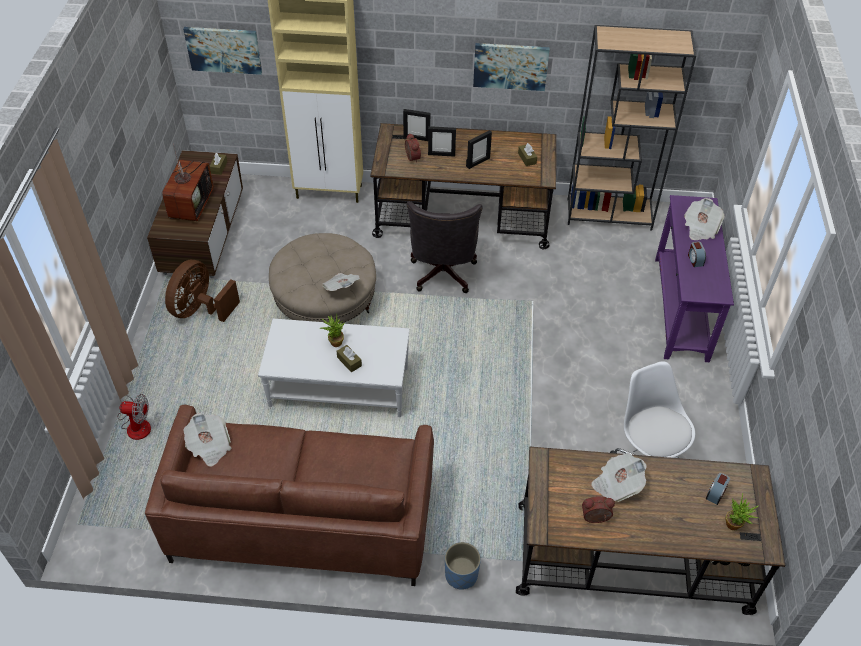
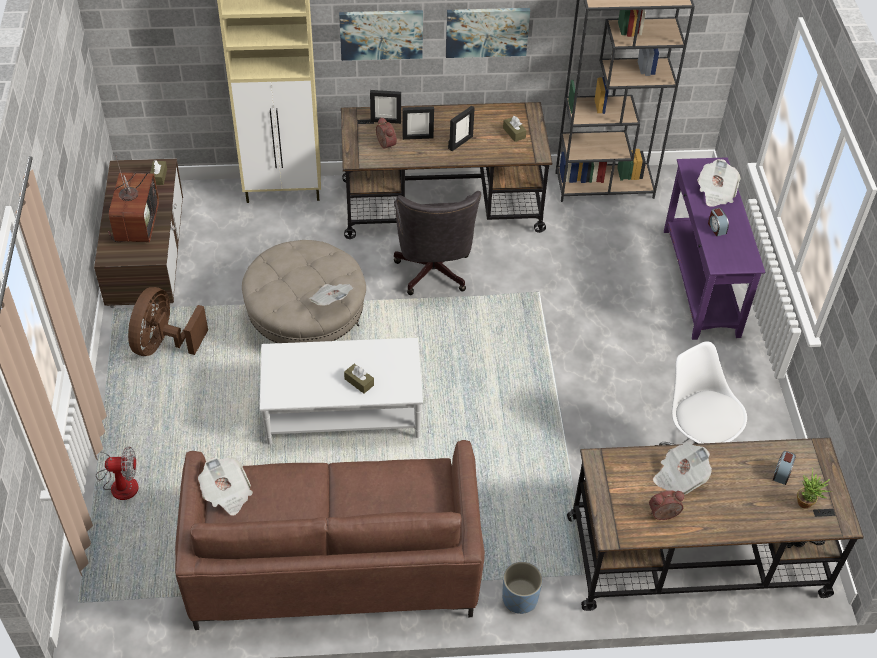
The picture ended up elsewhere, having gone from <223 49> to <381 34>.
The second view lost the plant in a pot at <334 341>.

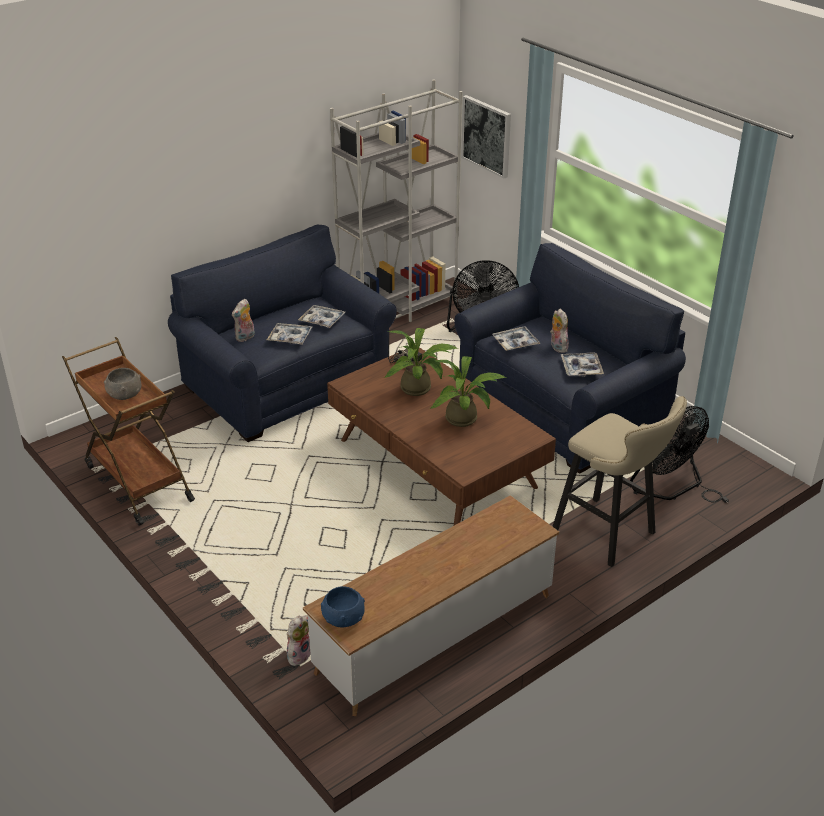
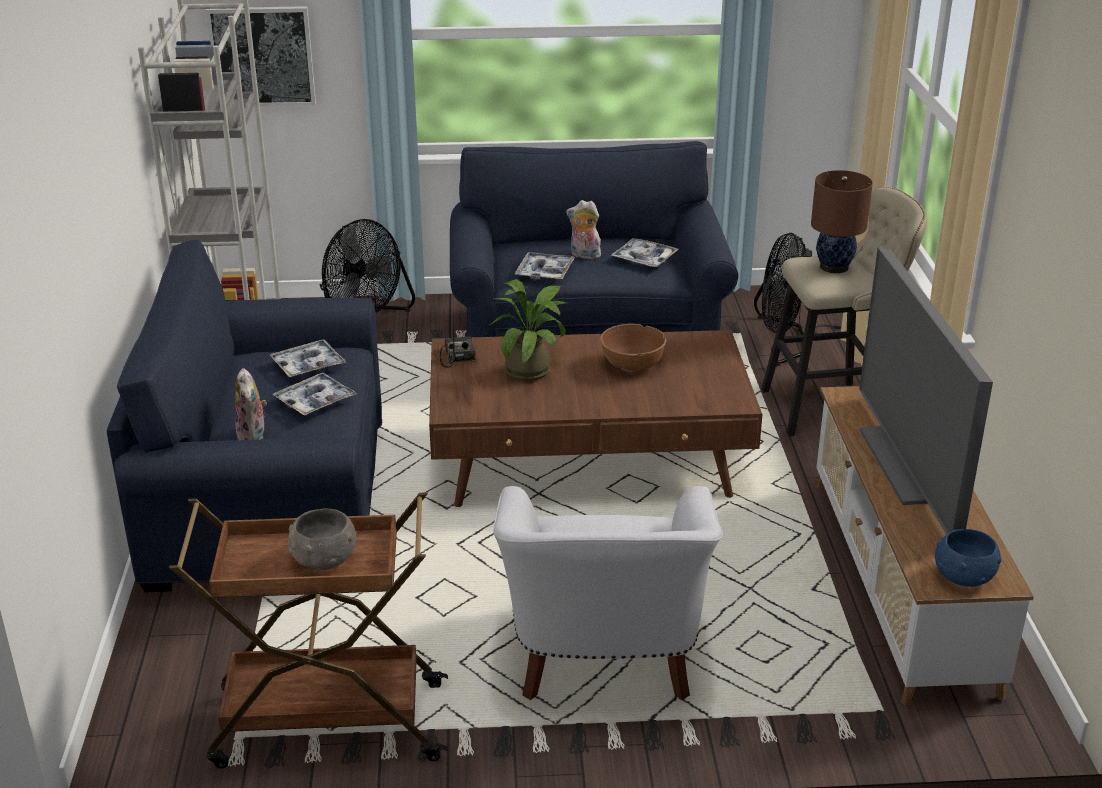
The second view lost the plush toy at <298 655>.
Where the plant in a pot stood at <465 419>, the bowl (brownish) came to stand at <632 365>.
The second view gained the armchair (white) at <603 657>.
The second view gained the lamp for a table (brownish) at <833 267>.
The second view gained the TV at <913 465>.

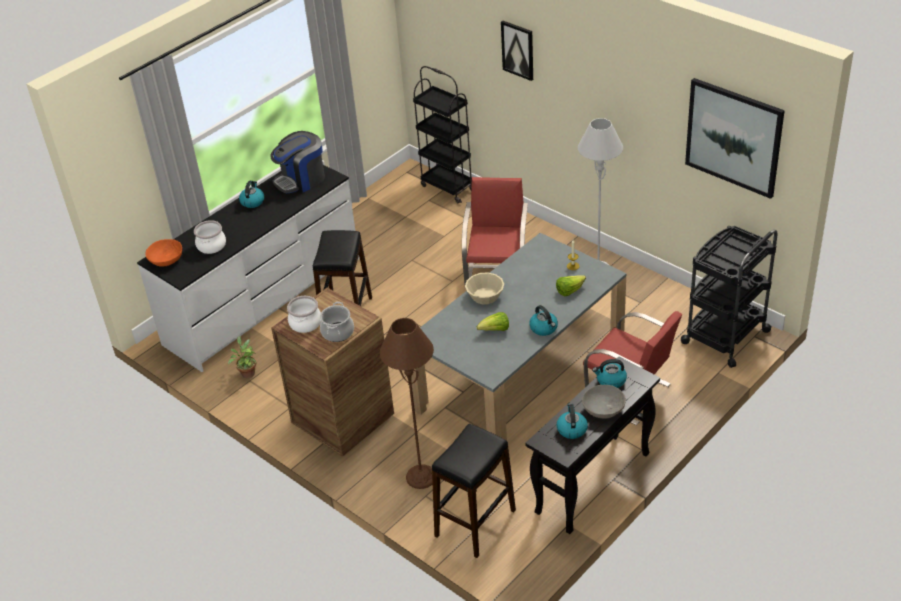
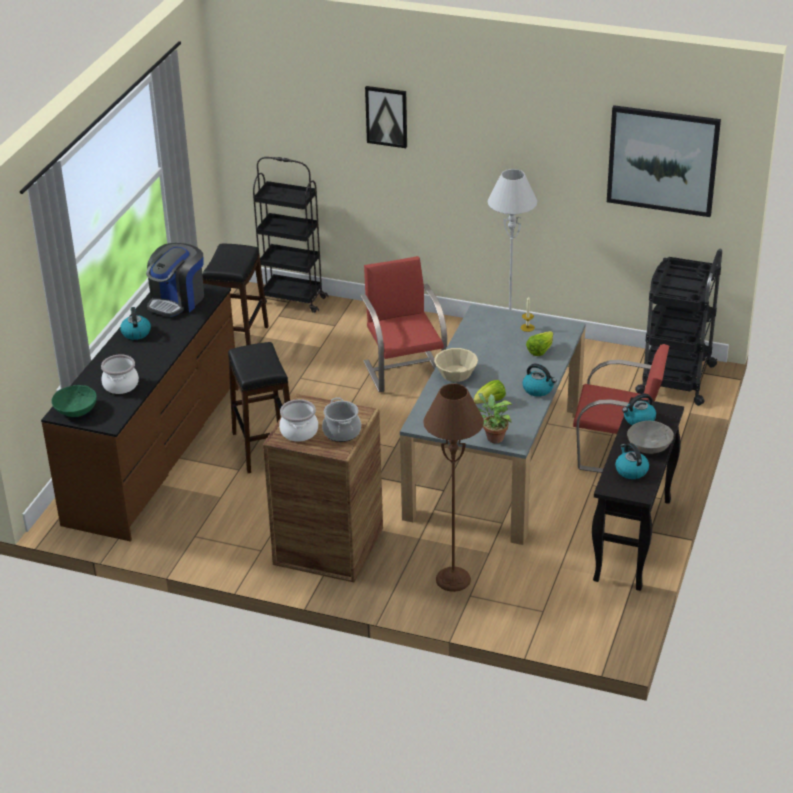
What was the chest of drawers (white) at <264 300> turned into the chest of drawers (brownish) at <154 454>.
What was the bowl (orangey) at <166 259> turned into the bowl (green) at <75 409>.
The plant in a pot ended up elsewhere, having gone from <247 373> to <493 438>.
The sitting stool (black) ended up elsewhere, having gone from <475 523> to <238 342>.

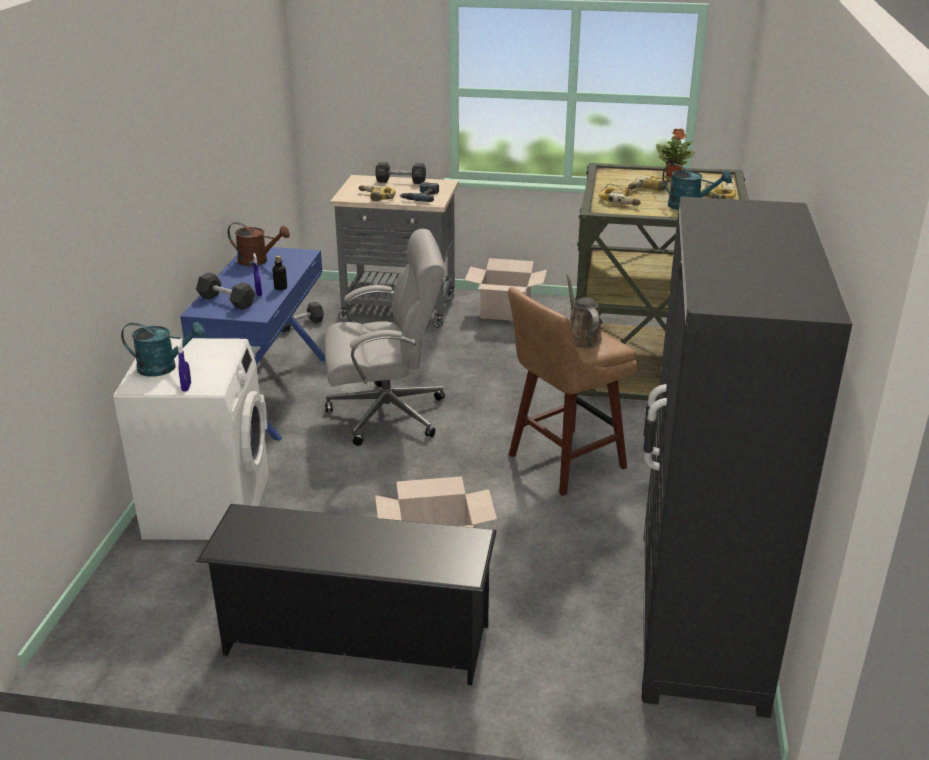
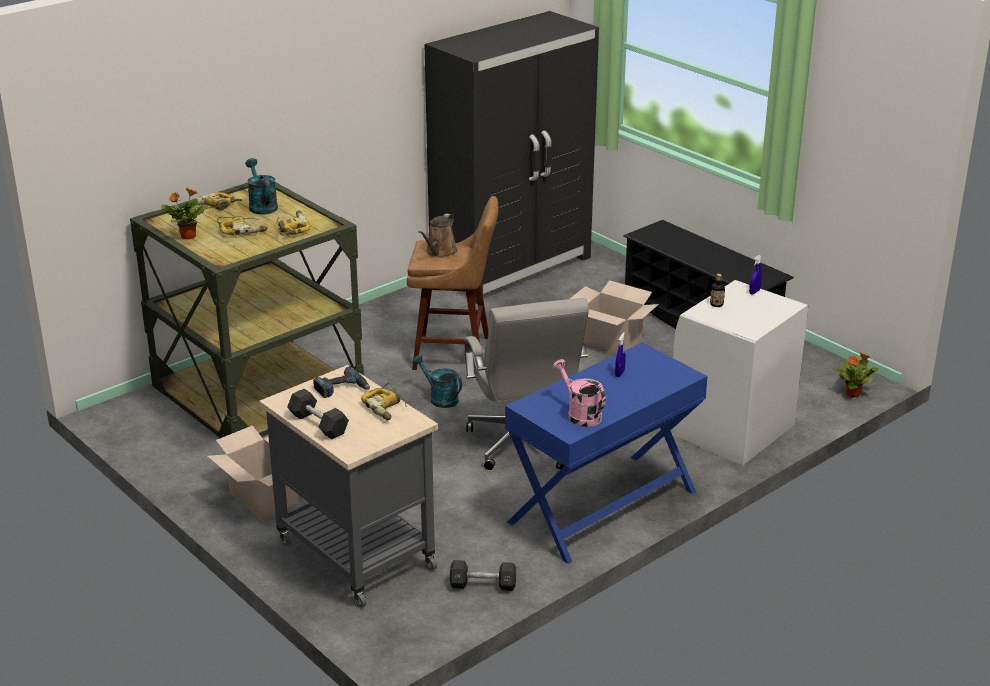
The watering can (turquoise-coloured) ended up elsewhere, having gone from <164 367> to <439 398>.
The second view lost the hand weight (black) at <226 301>.
What was the watering can (brownish) at <258 261> turned into the watering can (pink) at <580 414>.
The beverage bottle ended up elsewhere, having gone from <280 288> to <716 304>.
The desk chair (gray) at <386 414> ended up facing another way, 135 degrees counterclockwise from before.
The second view gained the plant in a pot at <853 394>.

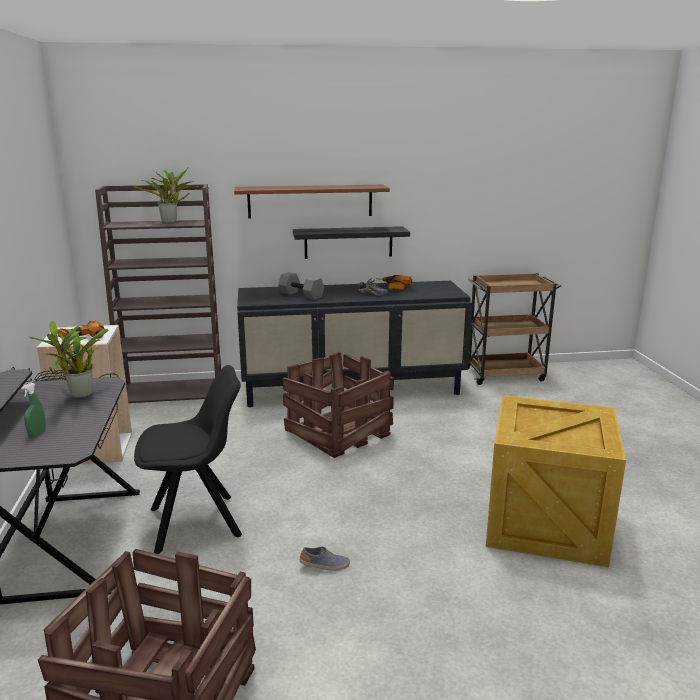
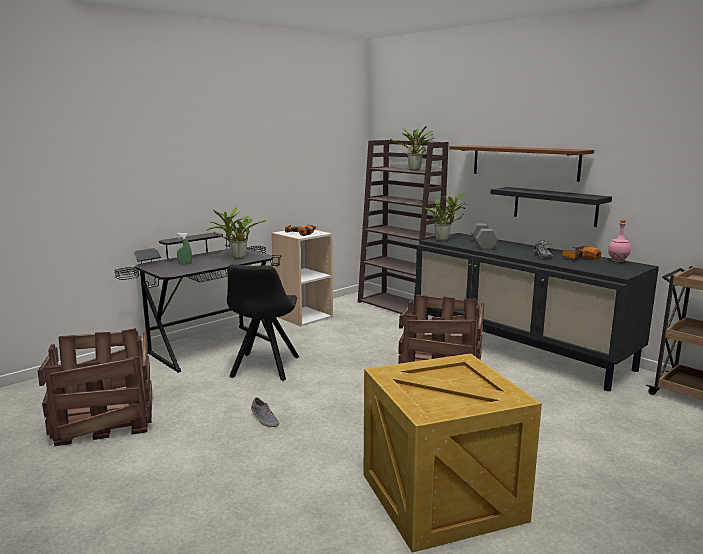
The chair (black) at <196 523> ended up facing another way, 60 degrees clockwise from before.
The second view gained the plant in a pot at <444 240>.
The second view gained the beverage bottle (pink) at <617 261>.

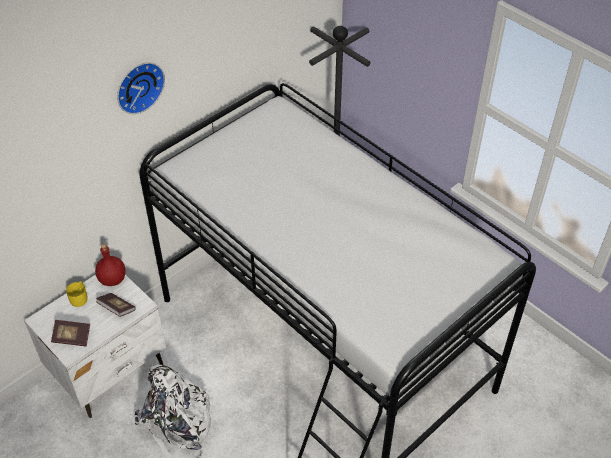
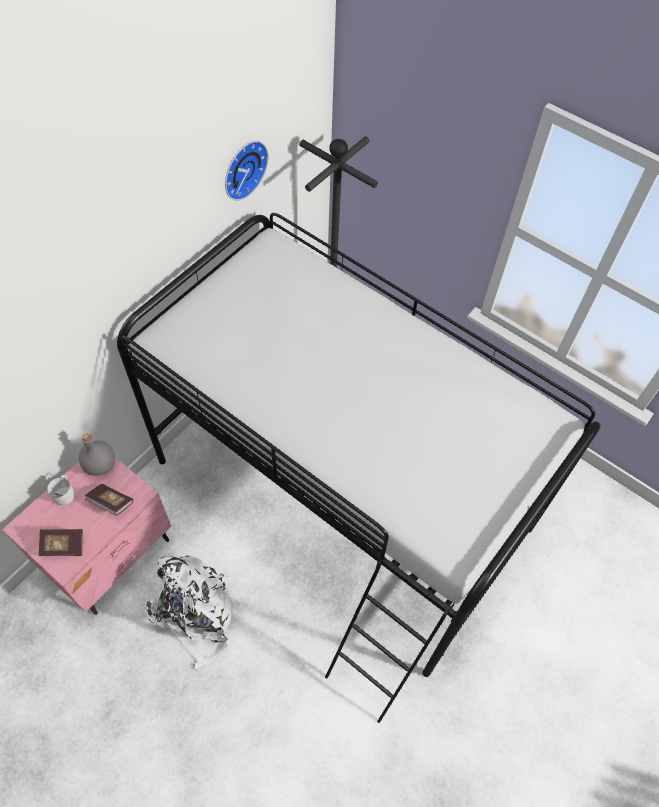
What was the bedside table (white) at <110 371> turned into the bedside table (pink) at <110 555>.
What was the mug (yellowish) at <80 298> turned into the mug (white) at <65 493>.
What was the beverage bottle (red) at <112 279> turned into the beverage bottle (gray) at <100 465>.
The wall clock ended up elsewhere, having gone from <138 86> to <243 168>.

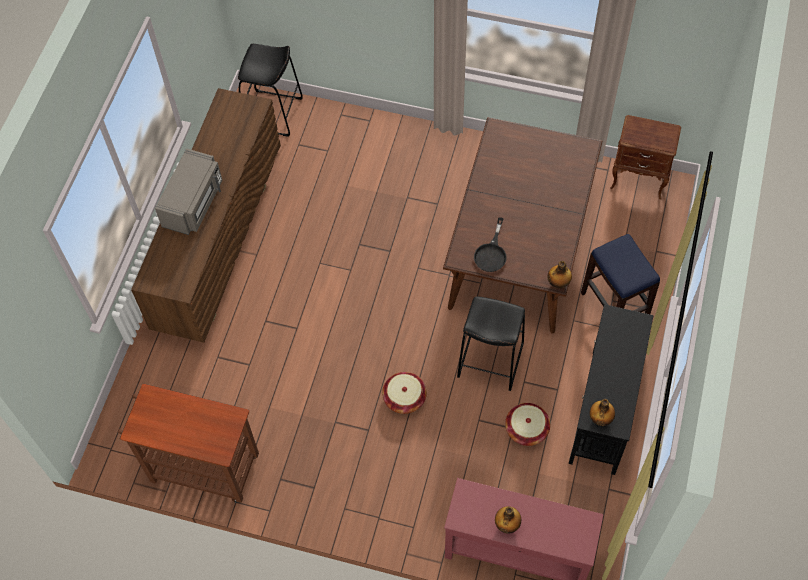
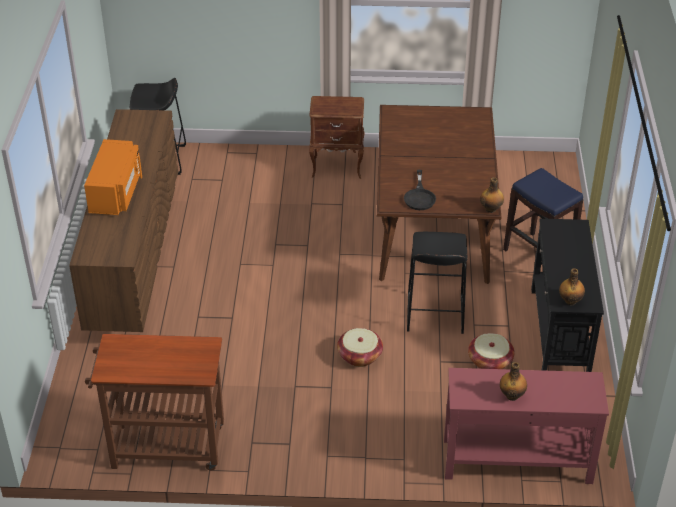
What was the microwave oven (gray) at <194 203> turned into the microwave oven (orangey) at <116 193>.
The bedside table (brownish) ended up elsewhere, having gone from <638 180> to <337 168>.

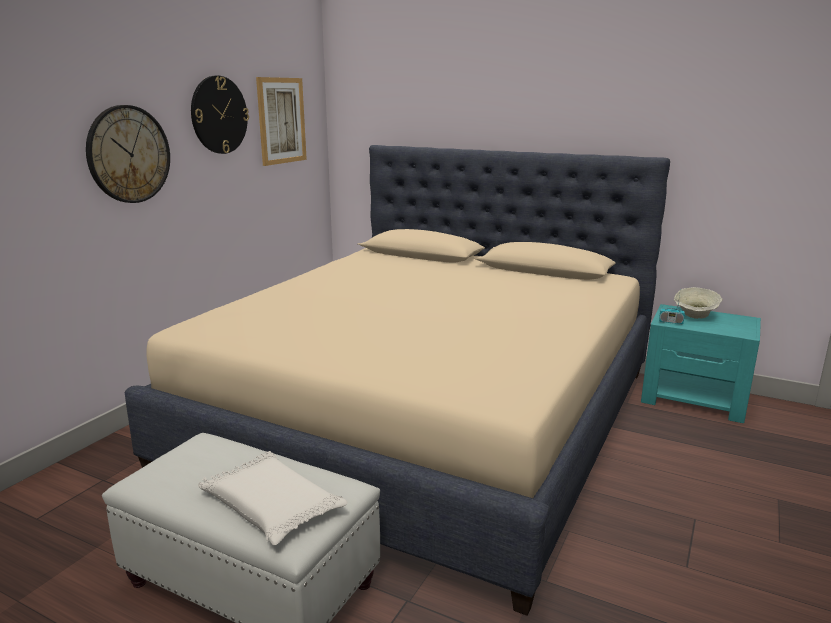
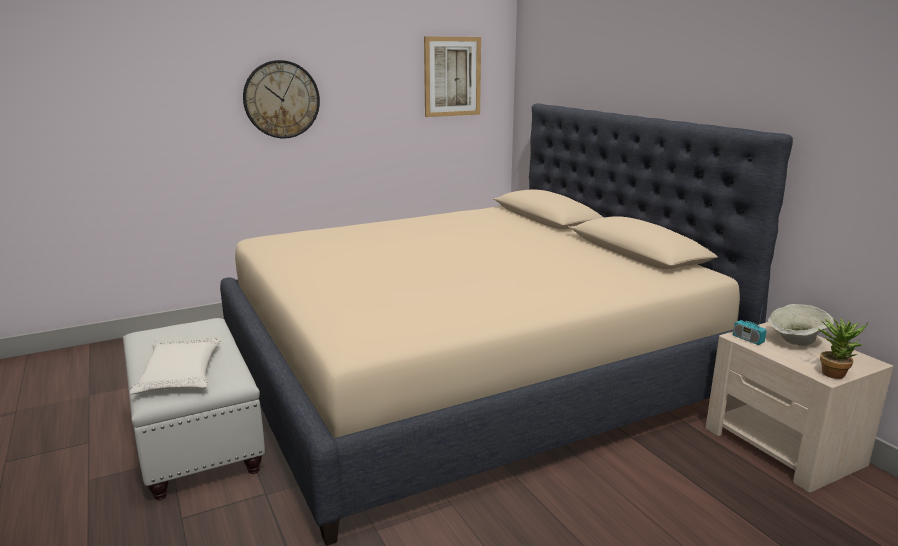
The second view lost the wall clock at <219 115>.
What was the bedside table (turquoise-coloured) at <695 398> turned into the bedside table (beige) at <783 446>.
The second view gained the plant in a pot at <834 372>.

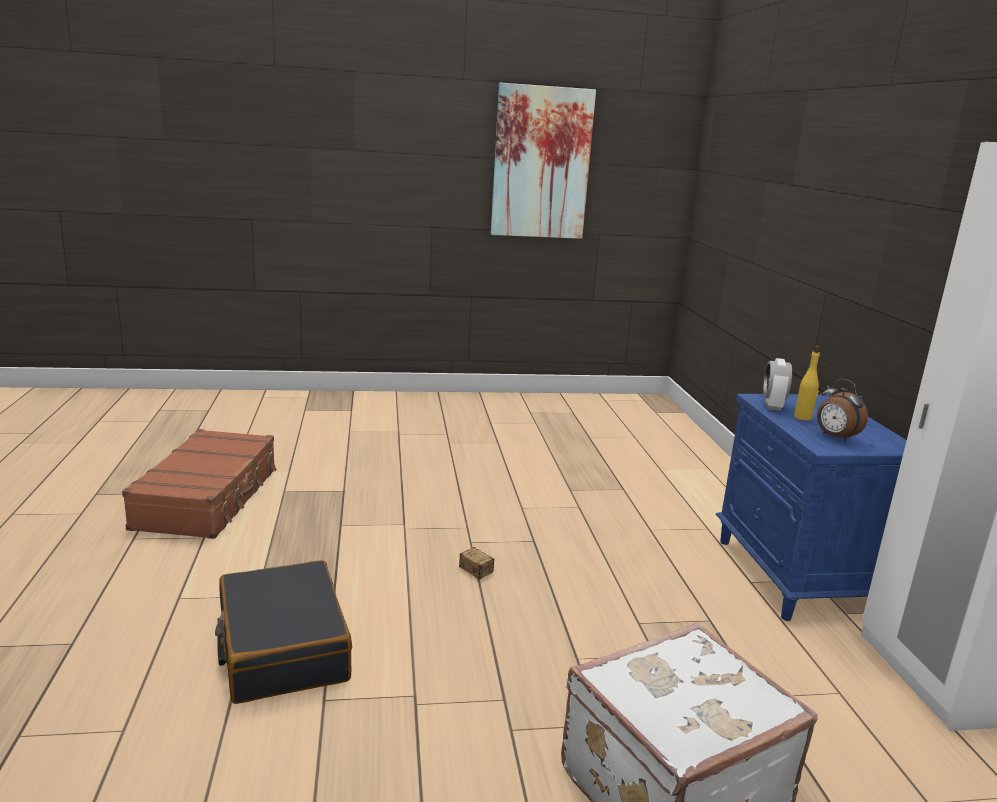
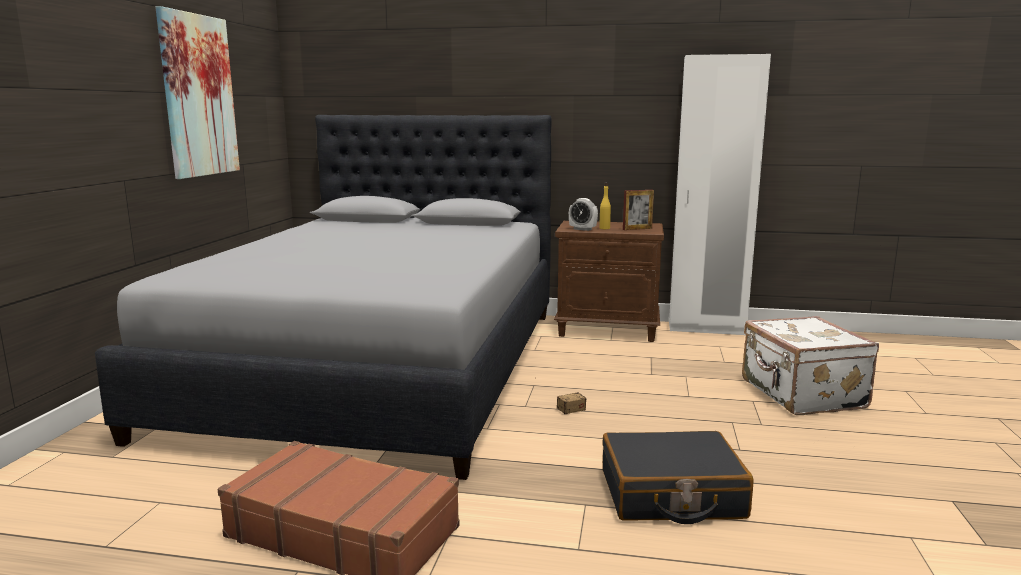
What was the bedside table (bluish) at <794 577> turned into the bedside table (brownish) at <608 330>.
Where the table clock stood at <835 437>, the picture frame came to stand at <637 229>.
The second view gained the bed (gray) at <381 366>.

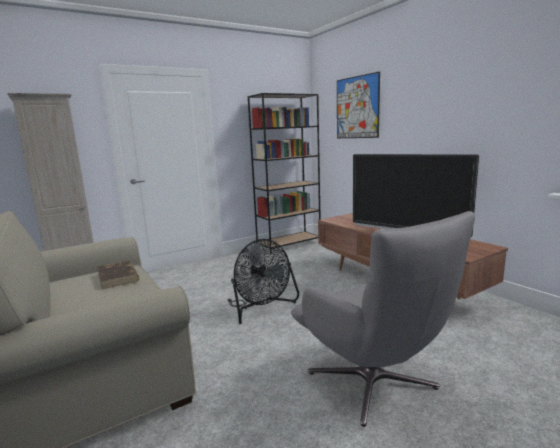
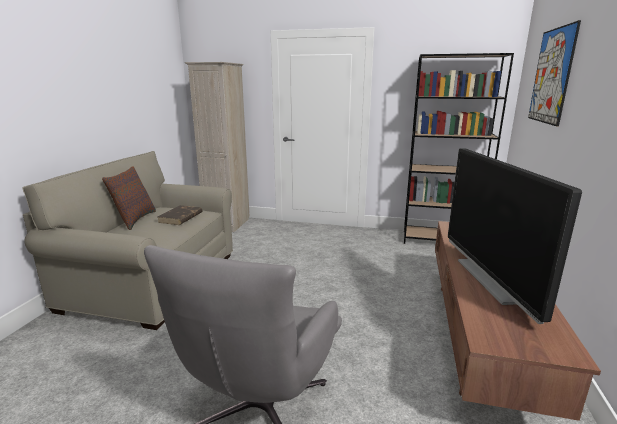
The second view lost the electric fan (black) at <259 308>.
The second view gained the cushion (brownish) at <135 220>.

